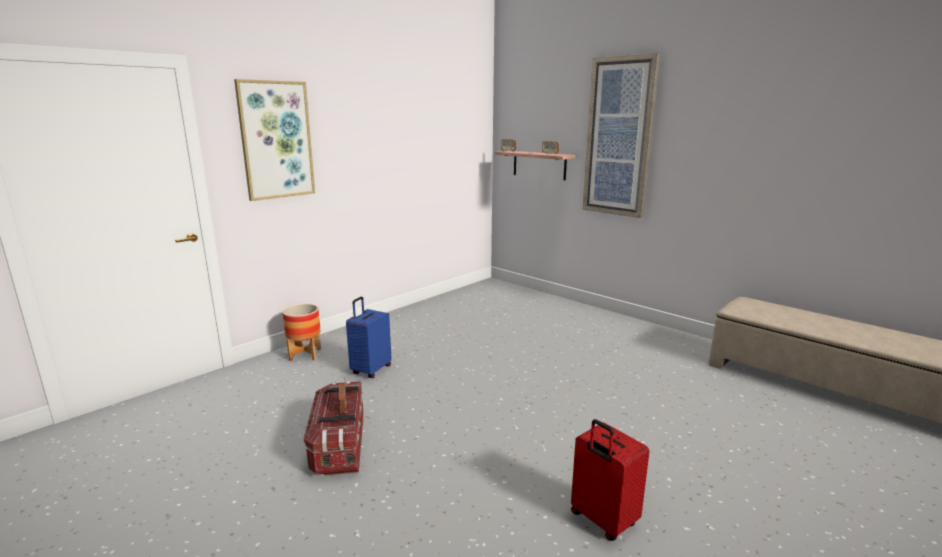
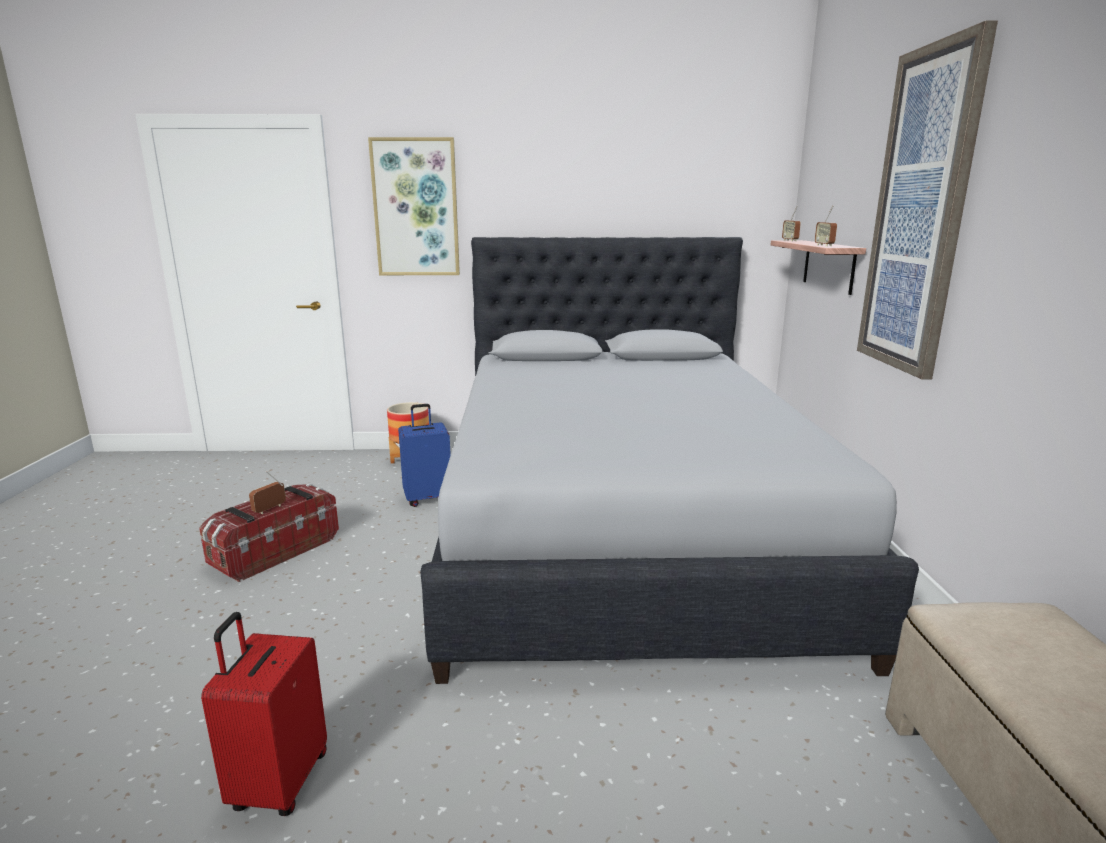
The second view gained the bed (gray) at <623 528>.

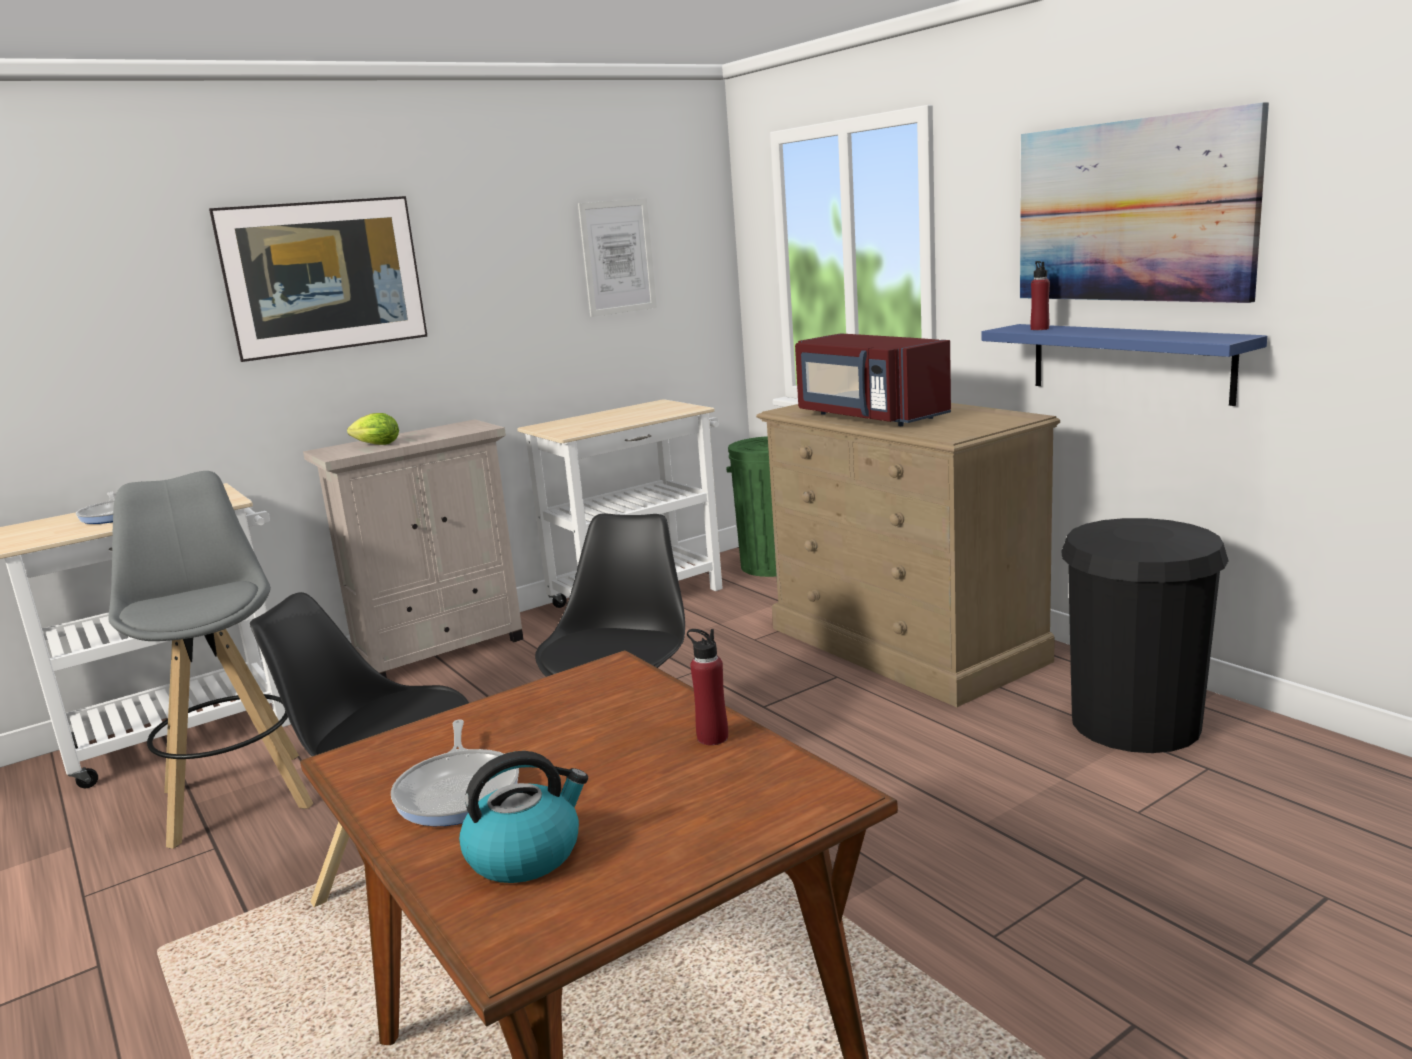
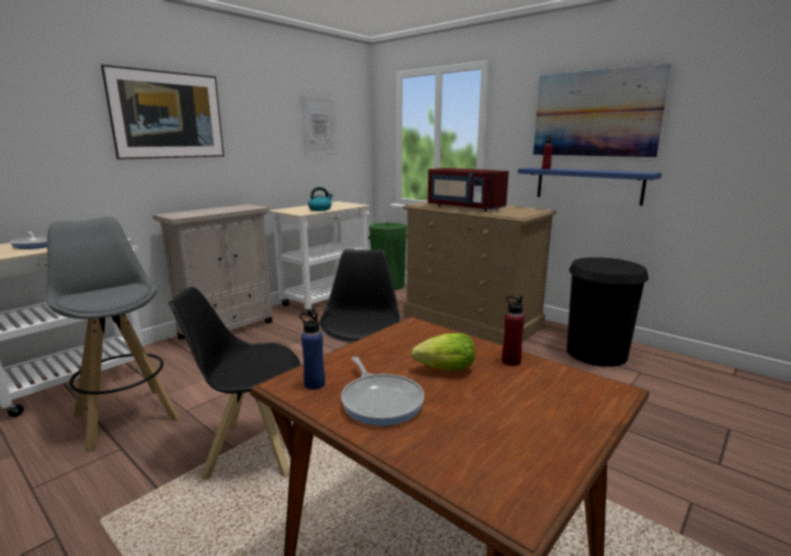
The lettuce head ended up elsewhere, having gone from <374 445> to <442 369>.
The tea kettle ended up elsewhere, having gone from <526 854> to <320 209>.
The second view gained the beverage bottle (bluish) at <314 384>.

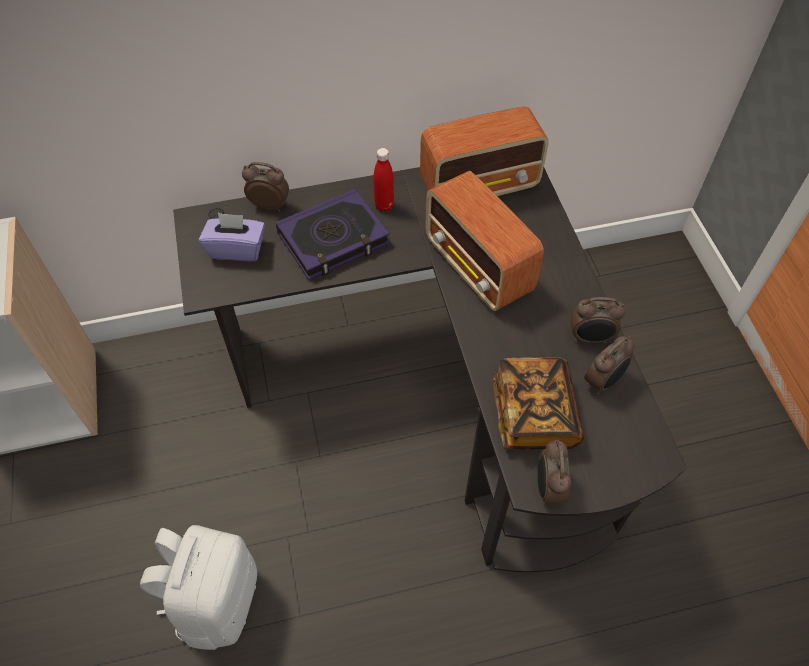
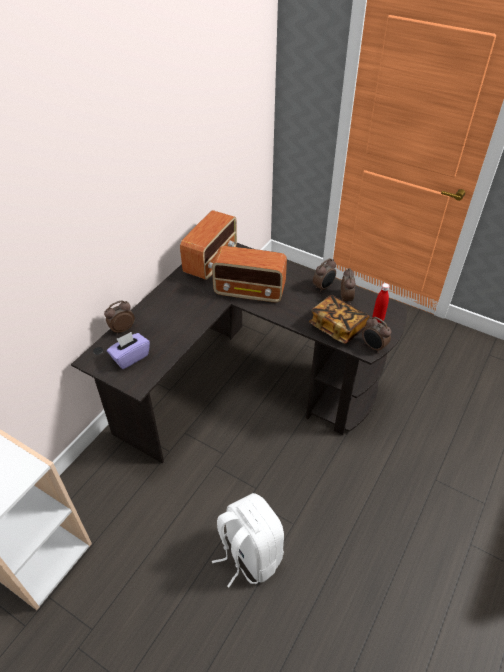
The second view lost the book at <333 239>.
The beverage bottle (red) ended up elsewhere, having gone from <384 206> to <377 319>.

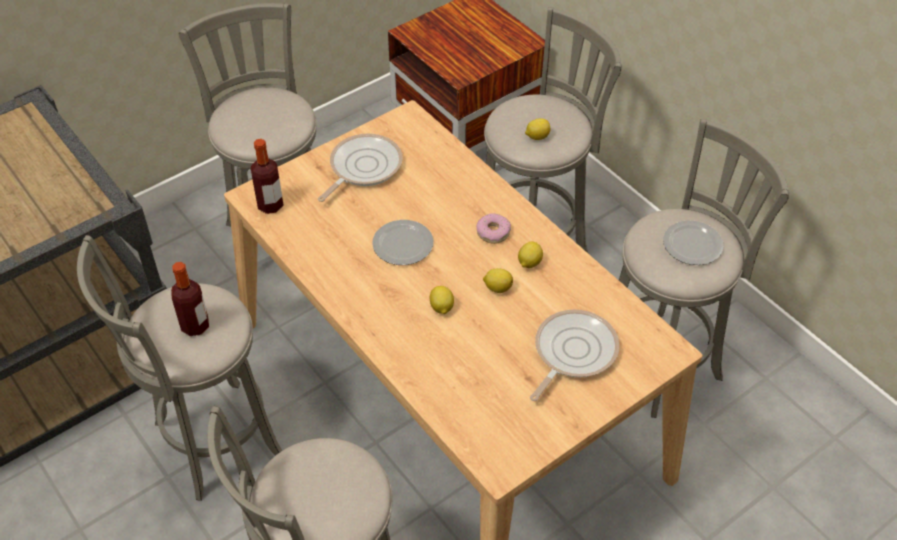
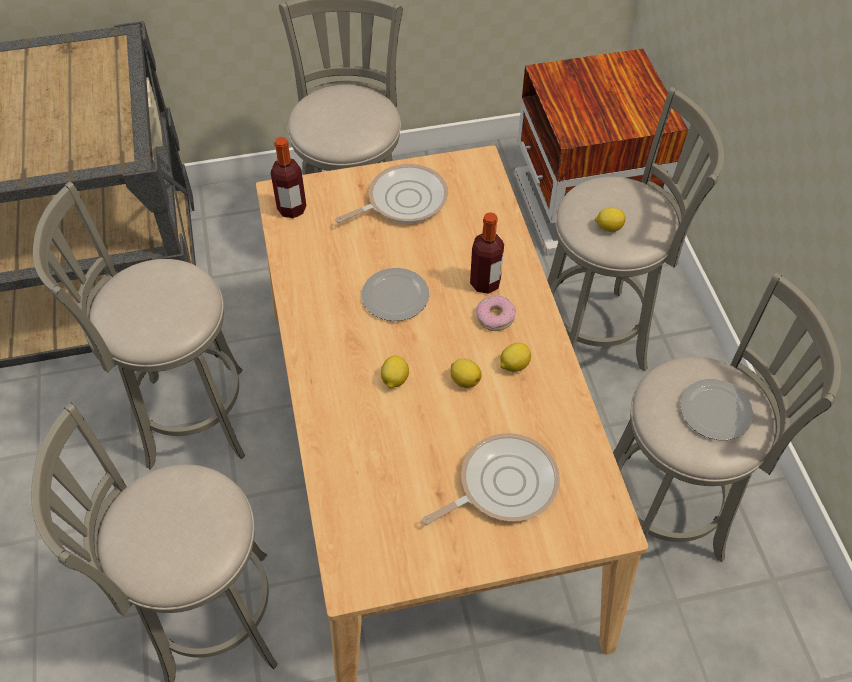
The beverage bottle ended up elsewhere, having gone from <195 326> to <485 283>.

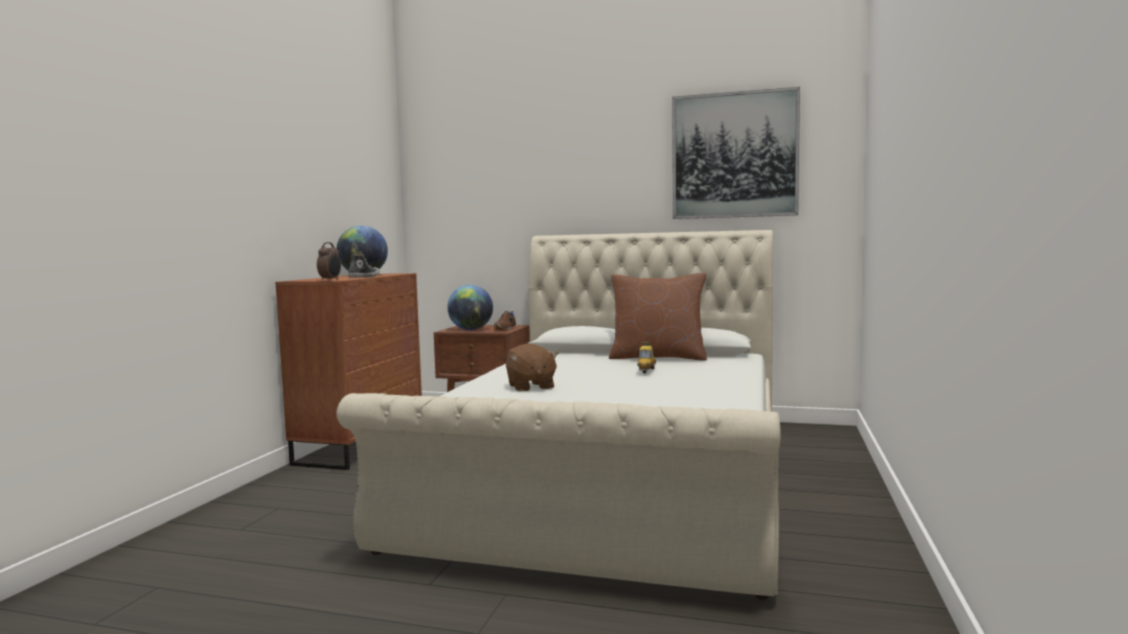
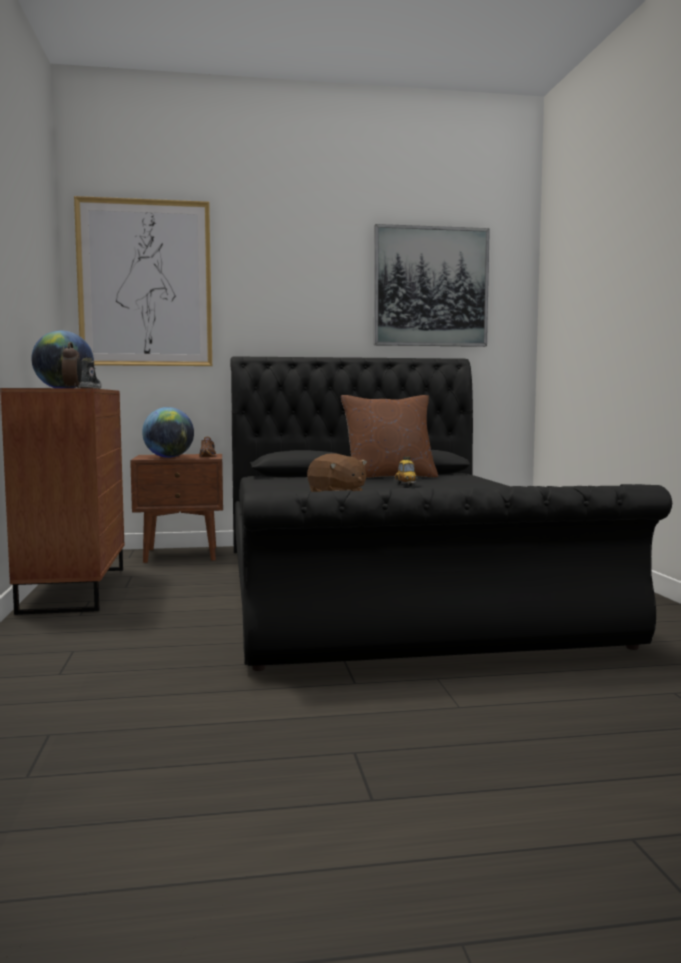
What was the bed (beige) at <613 475> turned into the bed (black) at <389 587>.
The second view gained the picture at <145 283>.

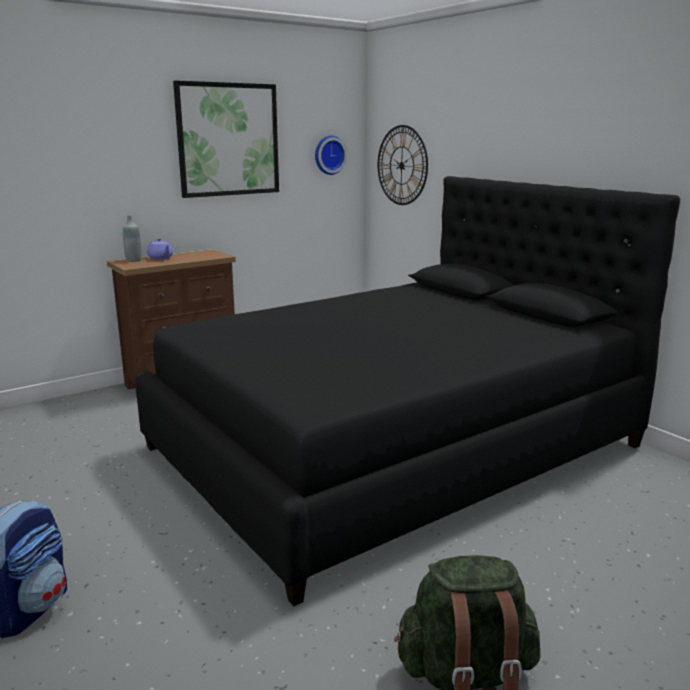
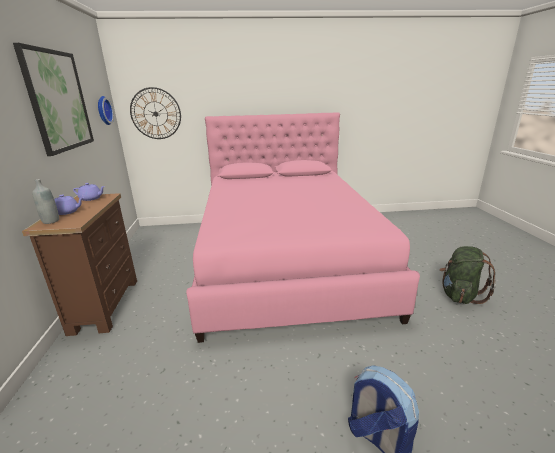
What was the bed (black) at <395 447> turned into the bed (pink) at <286 258>.
The second view gained the pot for tea (purple) at <91 198>.

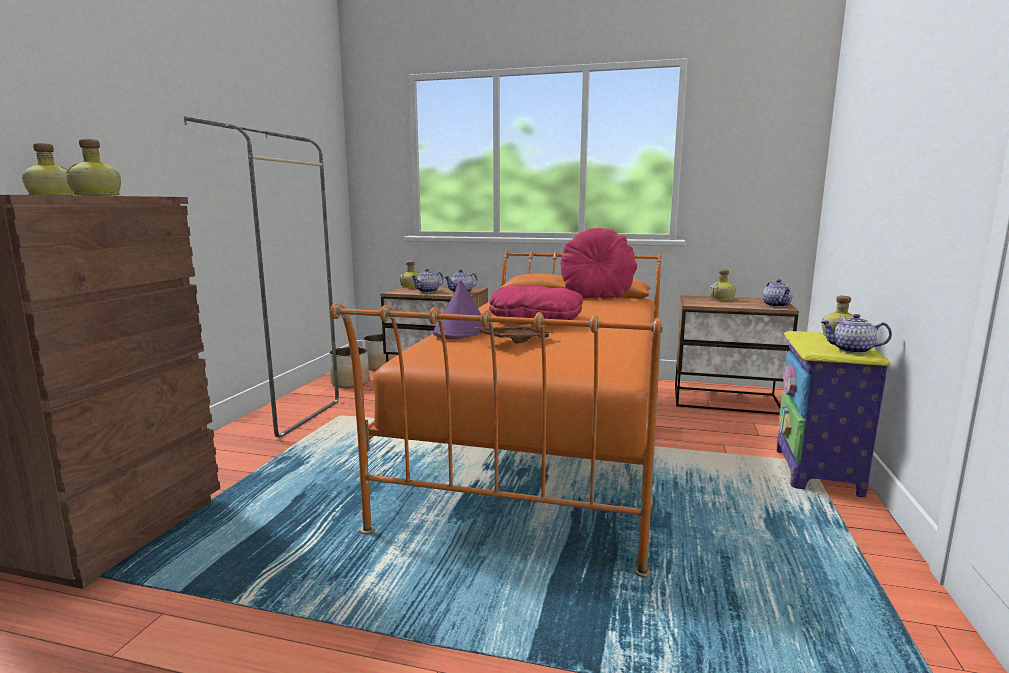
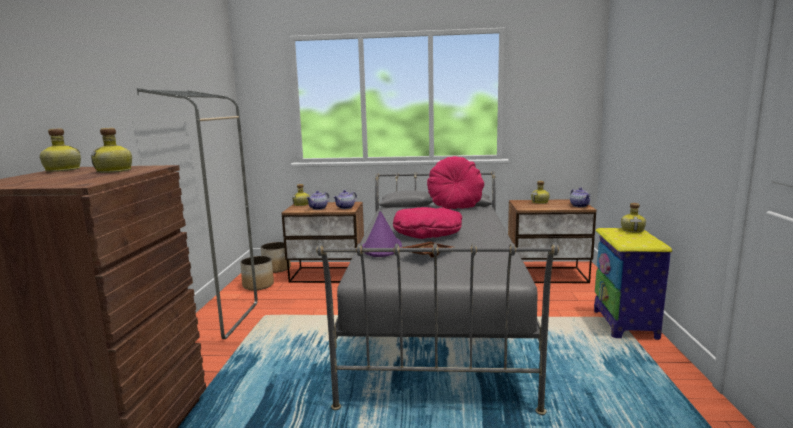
What was the bed (orangey) at <546 443> turned into the bed (gray) at <435 322>.
The second view lost the pot for tea at <852 350>.

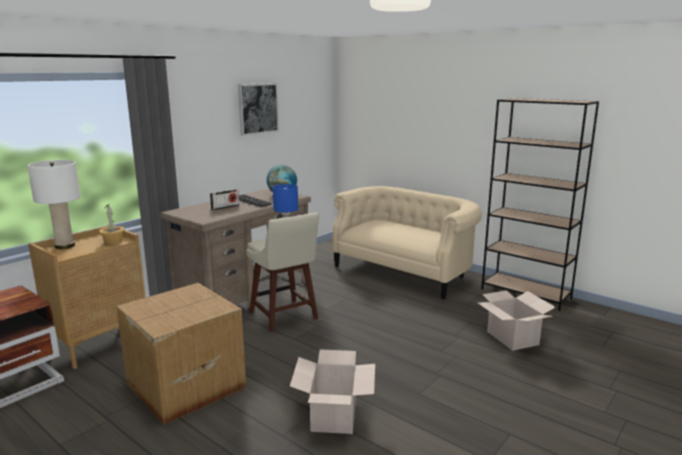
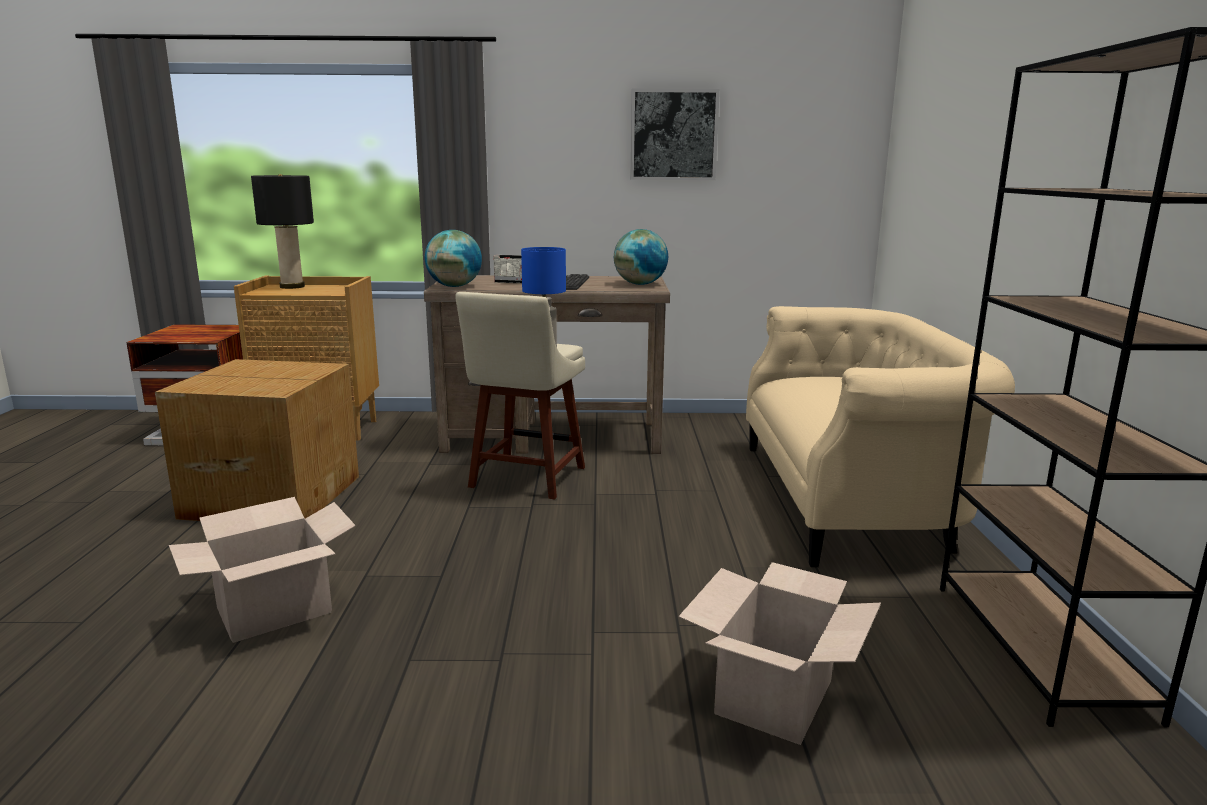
What was the lamp for a table (white) at <64 246> turned into the lamp for a table (black) at <292 287>.
The second view lost the plant in a pot at <113 242>.
The second view gained the world globe at <454 286>.

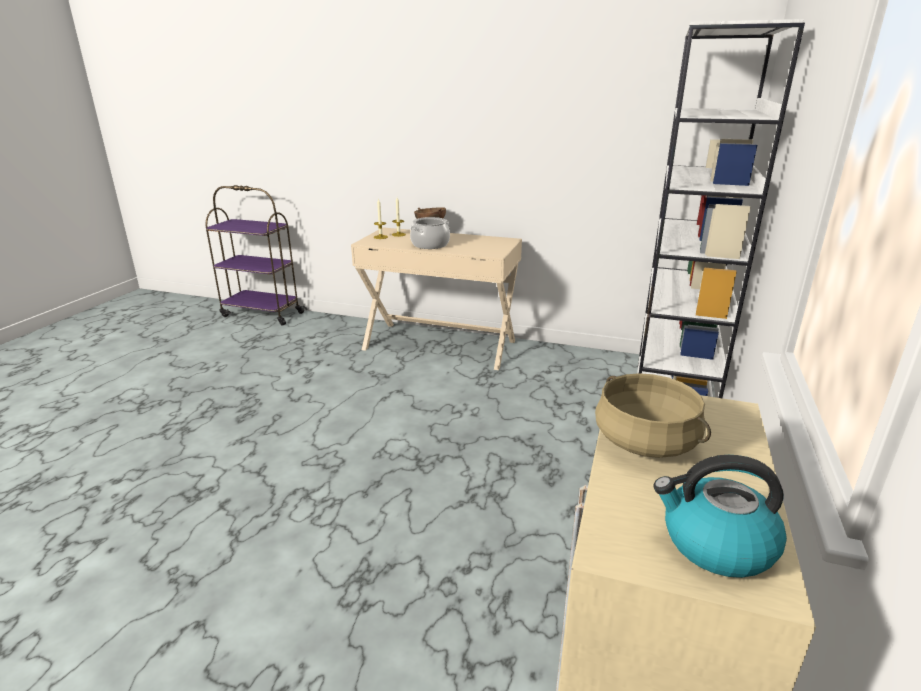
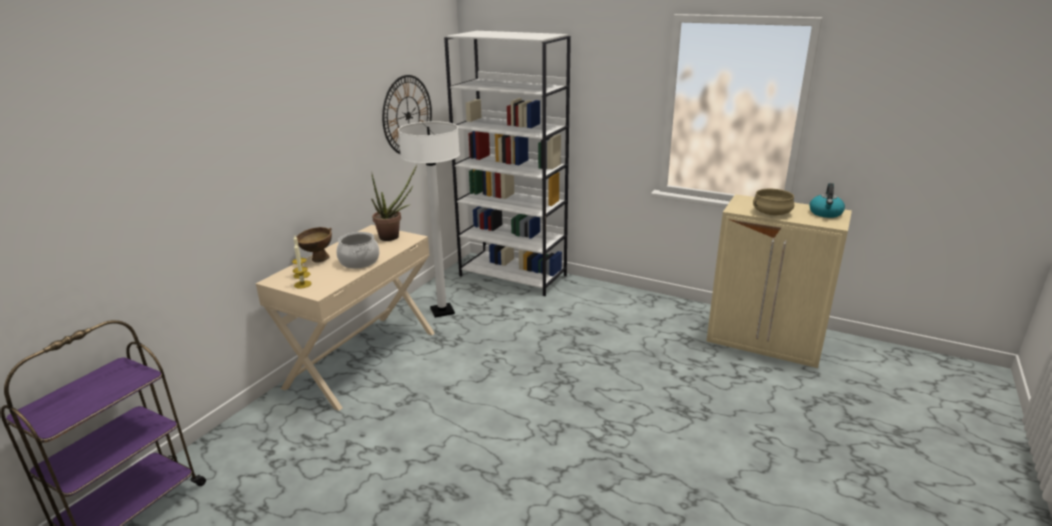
The second view gained the plant in a pot at <393 236>.
The second view gained the wall clock at <407 115>.
The second view gained the standing lamp (white) at <442 311>.

